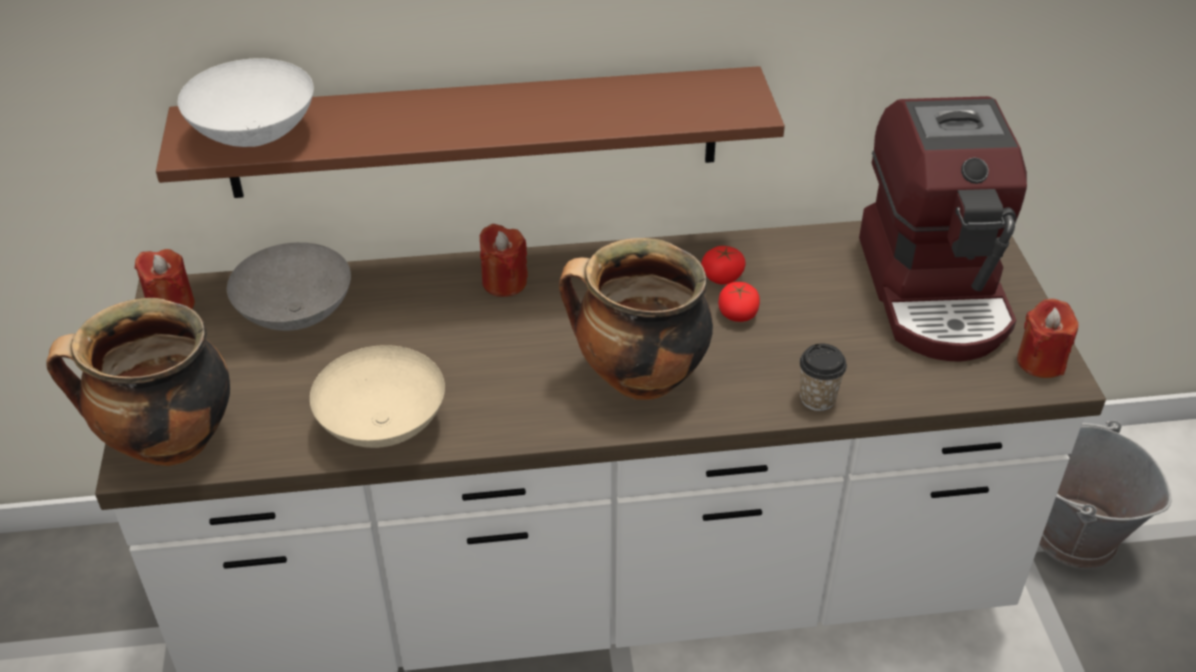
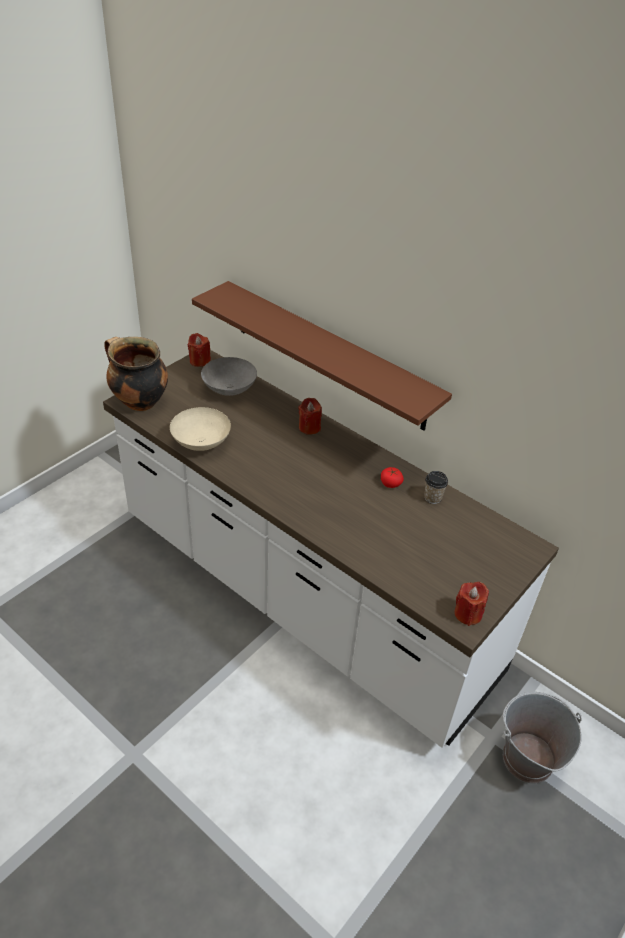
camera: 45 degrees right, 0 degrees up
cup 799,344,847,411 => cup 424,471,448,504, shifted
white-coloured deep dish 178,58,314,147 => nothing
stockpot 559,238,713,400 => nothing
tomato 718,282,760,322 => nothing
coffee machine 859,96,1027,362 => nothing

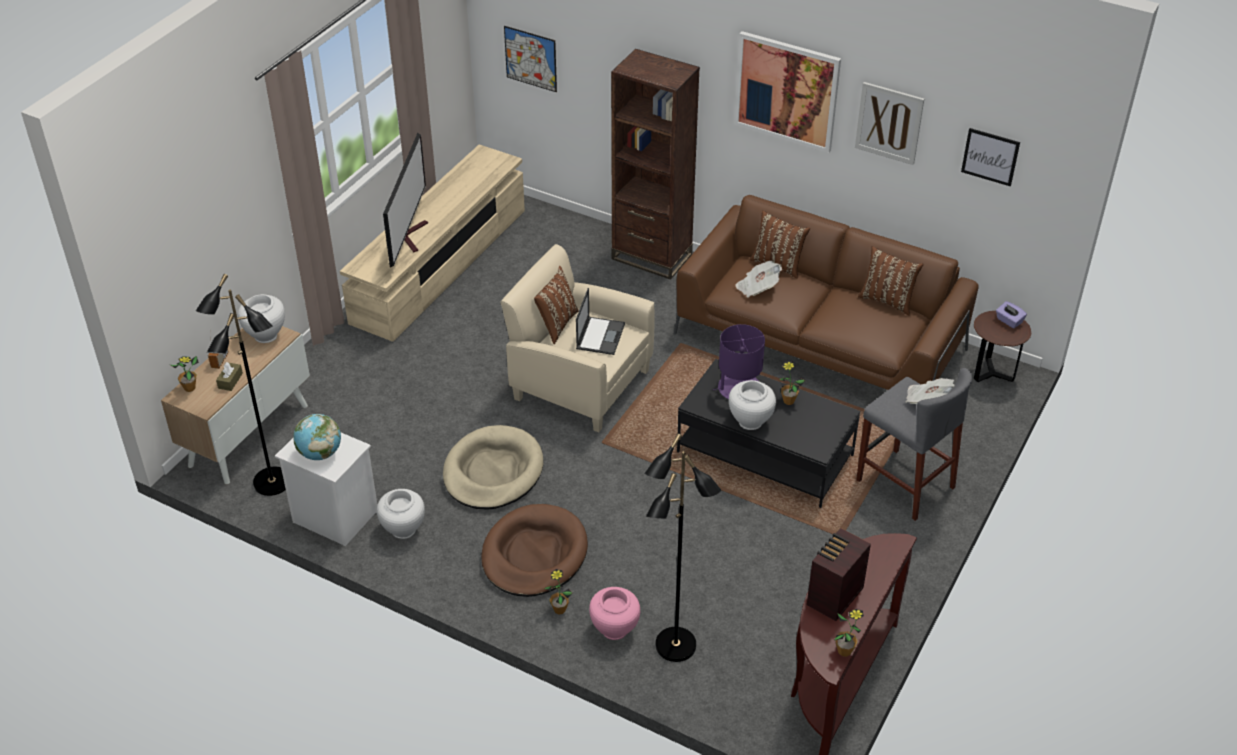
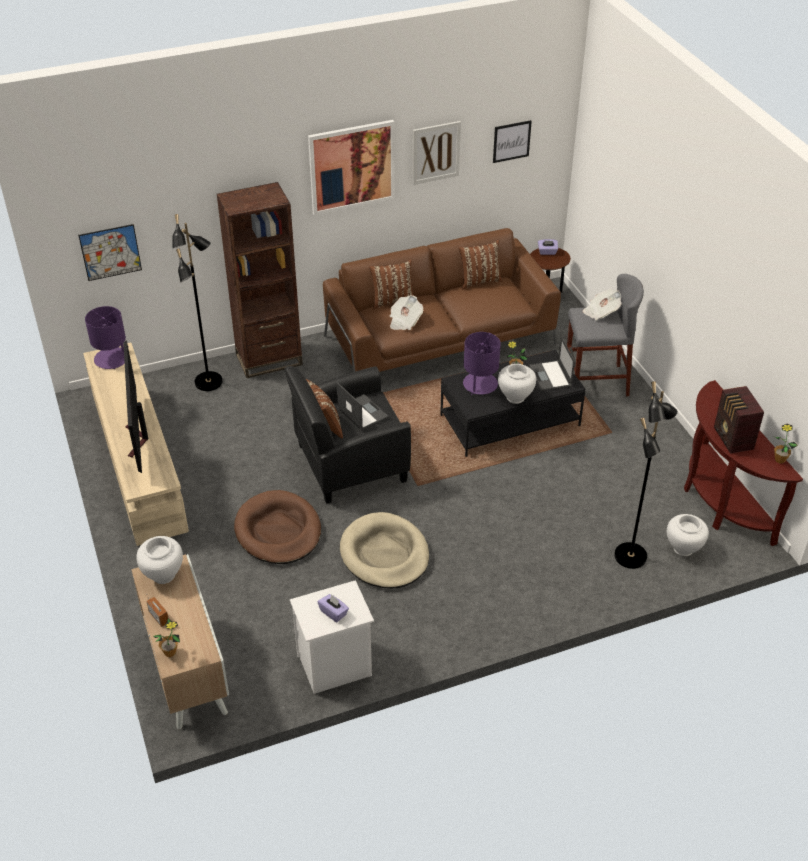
camera: 50 degrees left, 0 degrees up
nothing => purple-coloured tabletop lamp 85,306,129,369
TV 383,133,428,268 => TV 123,340,148,473, 150 degrees counterclockwise
blackish standing lamp 196,274,286,496 => blackish standing lamp 172,214,223,391, shifted
brown dog bed 481,504,588,597 => brown dog bed 234,490,321,564, shifted
beige-coloured lounge chair 500,244,655,432 => blackish lounge chair 284,366,411,504
globe 293,414,341,460 => purple-coloured tissue box 318,594,349,622
nothing => notebook computer 529,336,575,391
white-coloured vase 377,489,425,539 => white-coloured vase 667,514,709,556, shifted
brown tissue box 216,362,243,391 => nothing
potted plant 544,569,573,615 => nothing
pinkish vase 589,587,640,640 => nothing

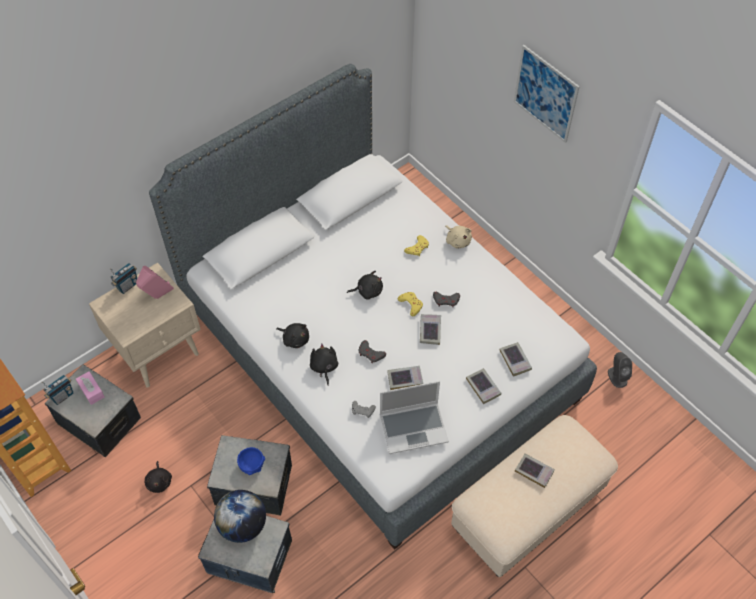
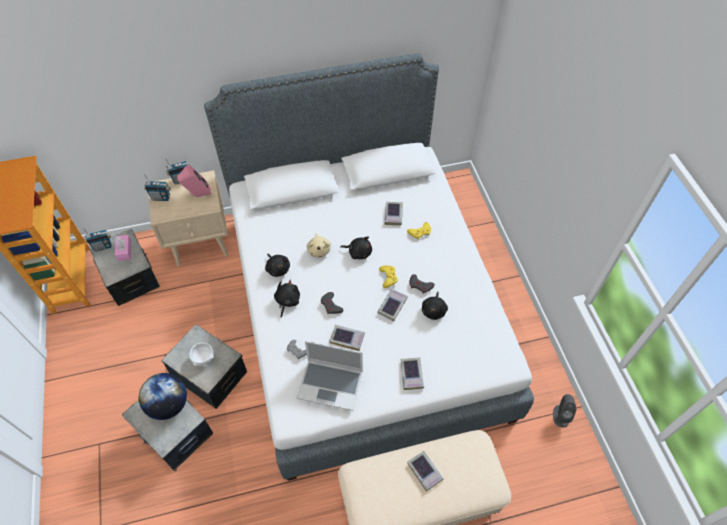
camera: 25 degrees right, 0 degrees up
nothing => radio 143,174,171,201
blue deep dish 237,447,265,475 => white-coloured deep dish 189,343,214,366
beige-coloured soft toy 445,225,472,249 => beige-coloured soft toy 306,233,331,257, shifted
volume 500,342,532,377 => volume 384,202,403,225, shifted
blackish soft toy 144,461,172,493 => blackish soft toy 422,292,448,320, shifted
wall picture 514,45,580,143 => nothing

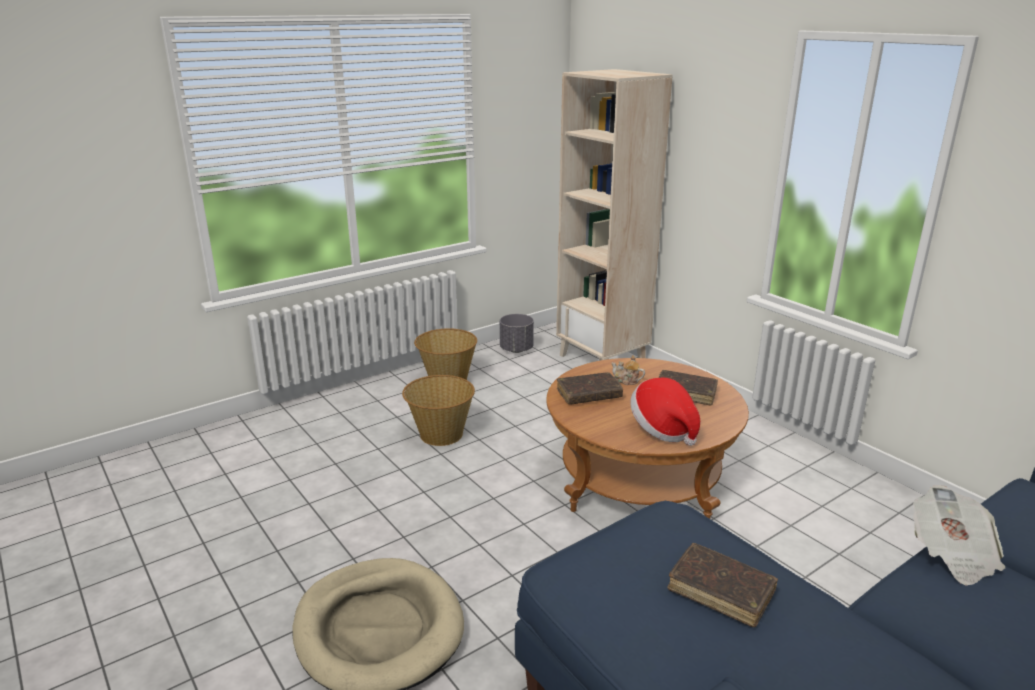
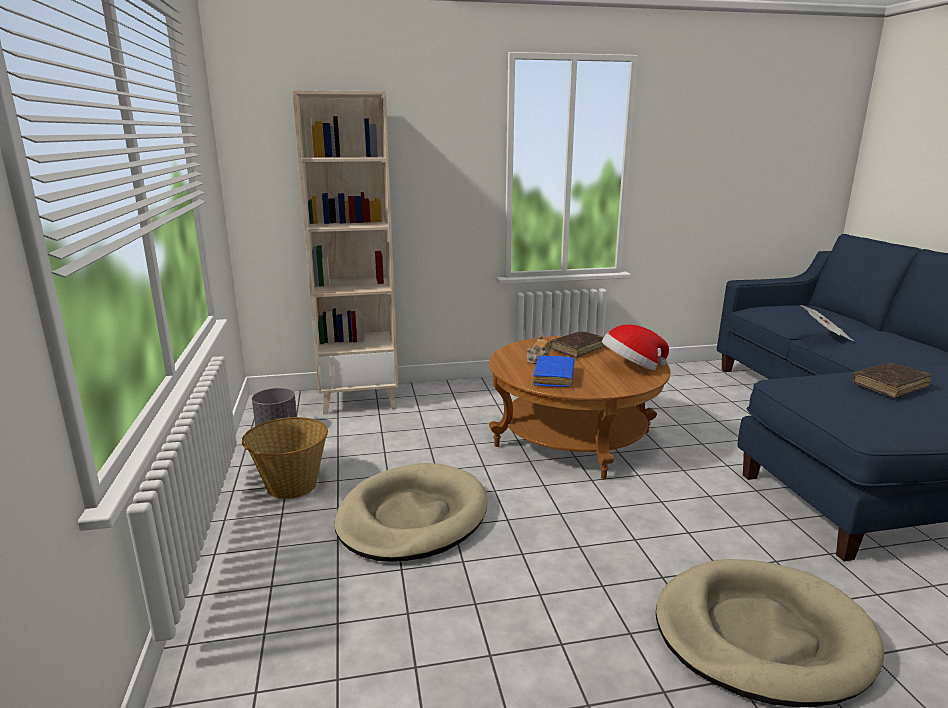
camera: 65 degrees left, 5 degrees down
basket 402,375,475,446 => beige-coloured dog bed 334,463,487,562
brown volume 557,372,623,404 => blue volume 533,356,574,387

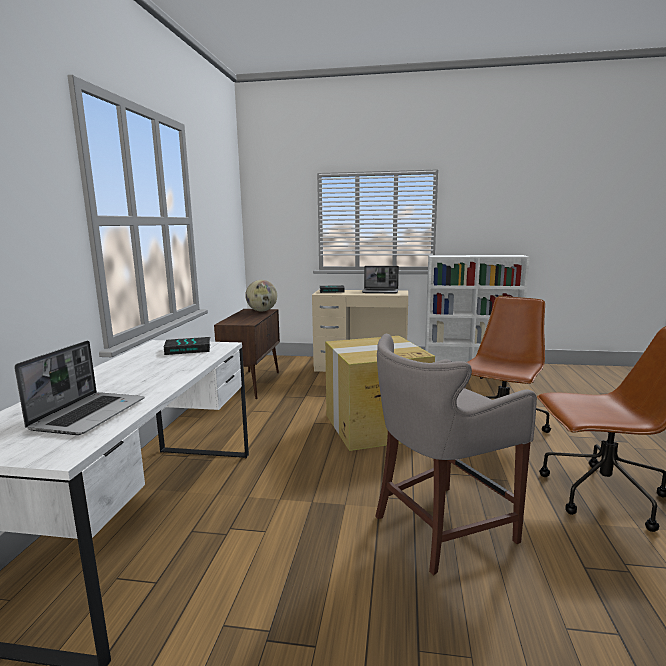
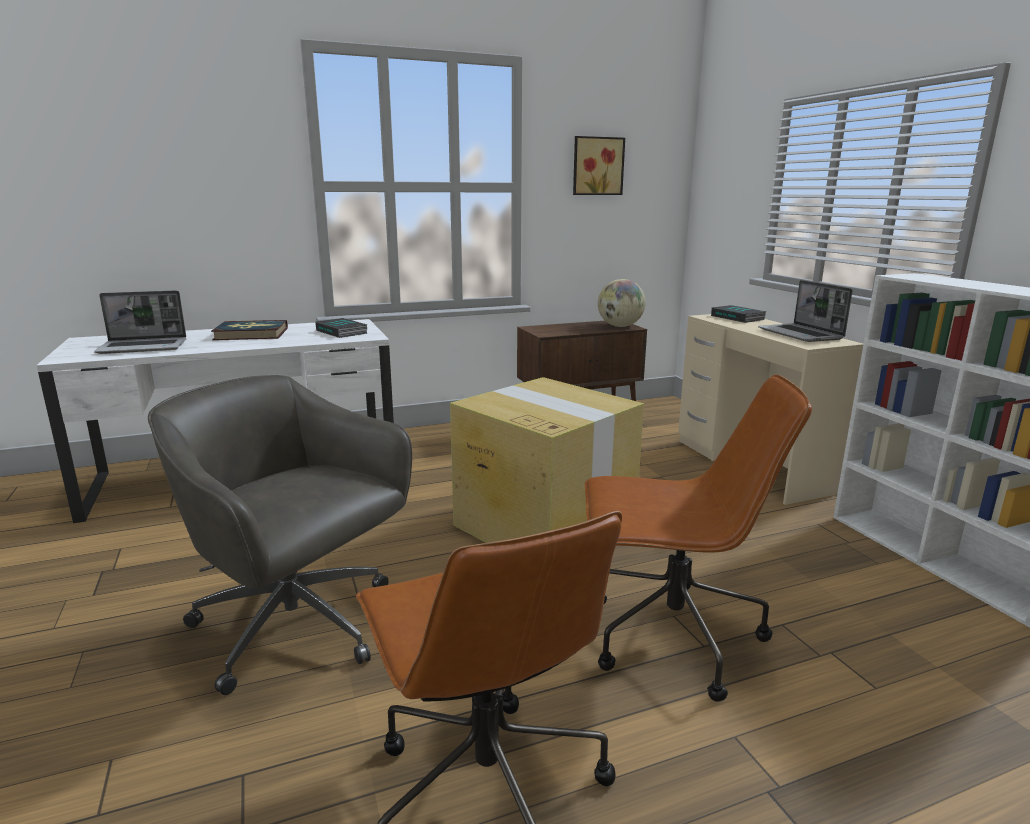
camera: 60 degrees right, 5 degrees up
grey stool seat 376,334,537,575 => grey desk chair 148,375,412,695
nothing => volume 211,320,288,340
nothing => wall picture 573,136,625,195

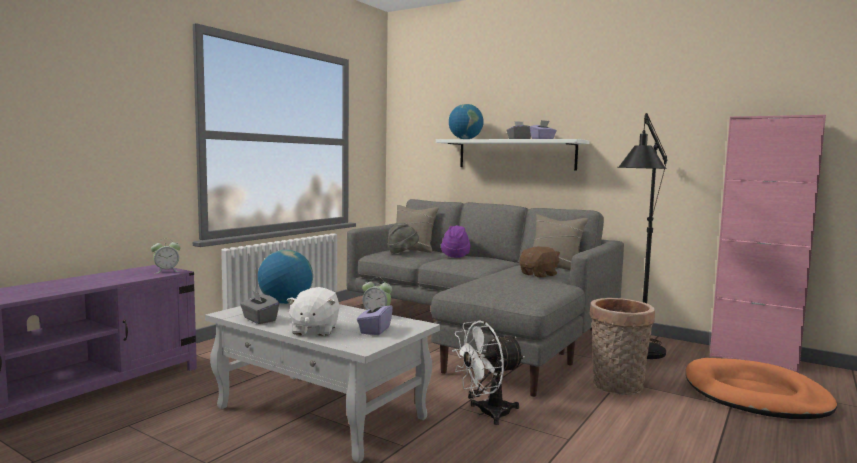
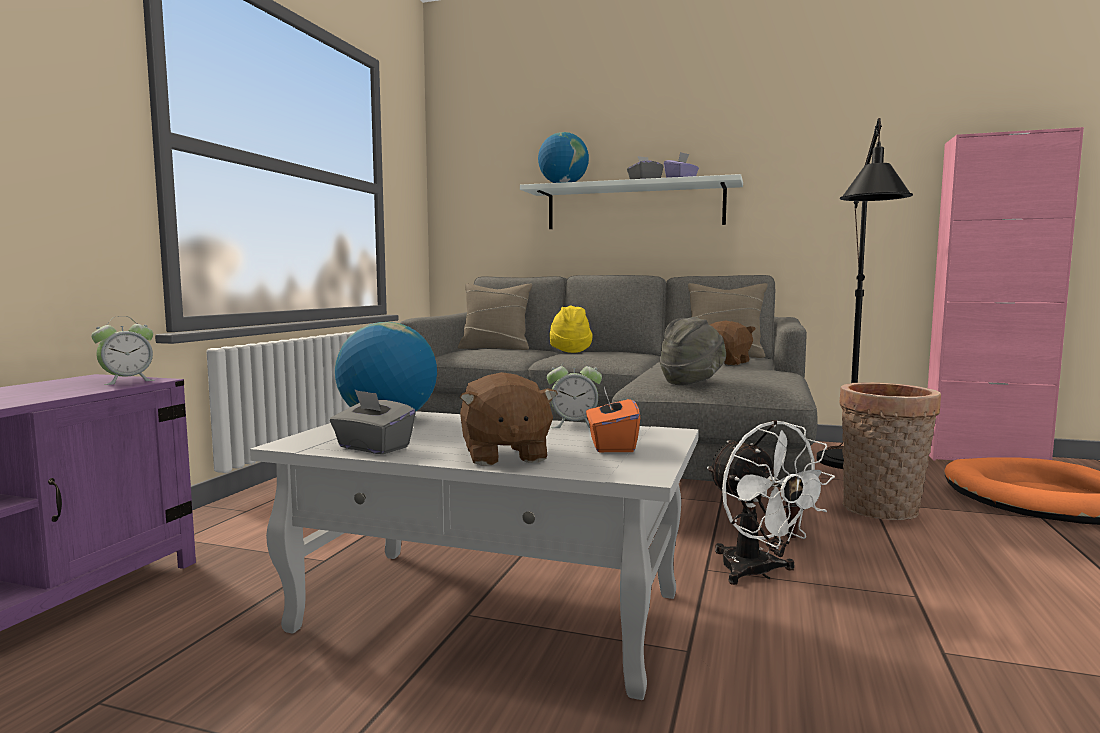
camera: 15 degrees left, 0 degrees up
white-coloured soft toy 286,287,340,336 => brown soft toy 460,372,558,466
purple-coloured wearable hat 441,225,470,258 => yellow wearable hat 549,305,592,353
purple-coloured tissue box 357,298,393,335 => orange-coloured tissue box 586,387,640,452
grey wearable hat 387,223,419,254 => grey wearable hat 660,317,726,385, shifted
white-coloured cooling fan 452,320,525,425 => white-coloured cooling fan 707,420,835,585, 75 degrees counterclockwise

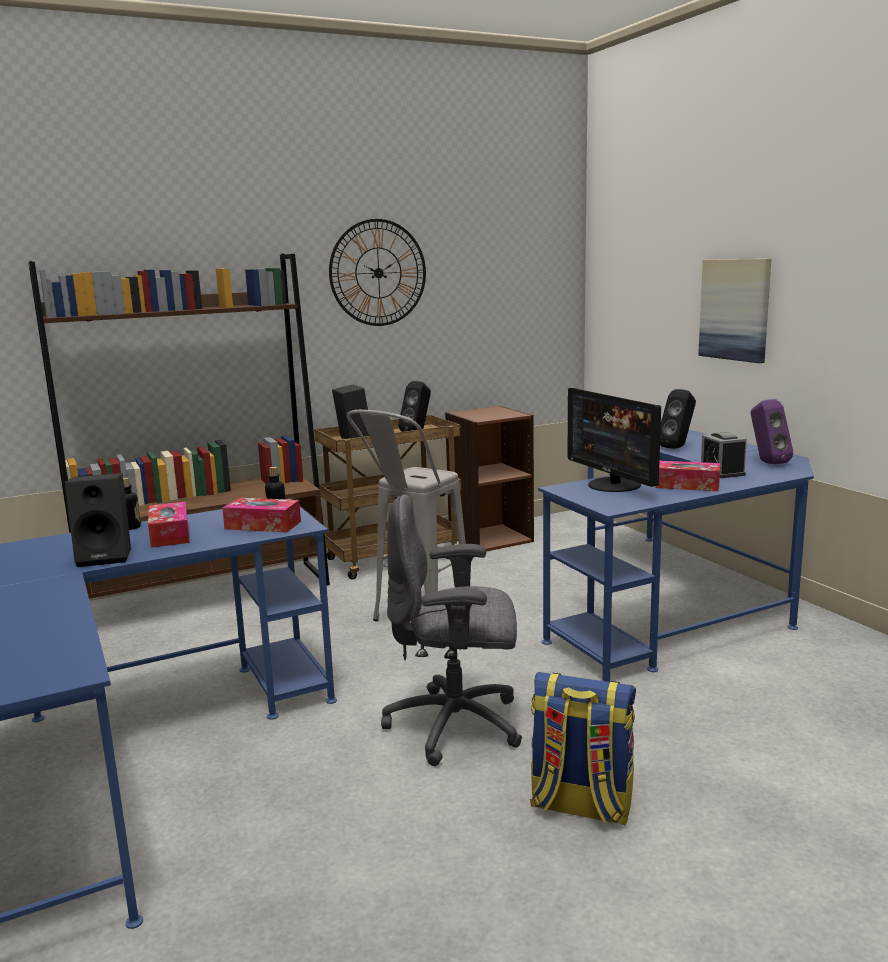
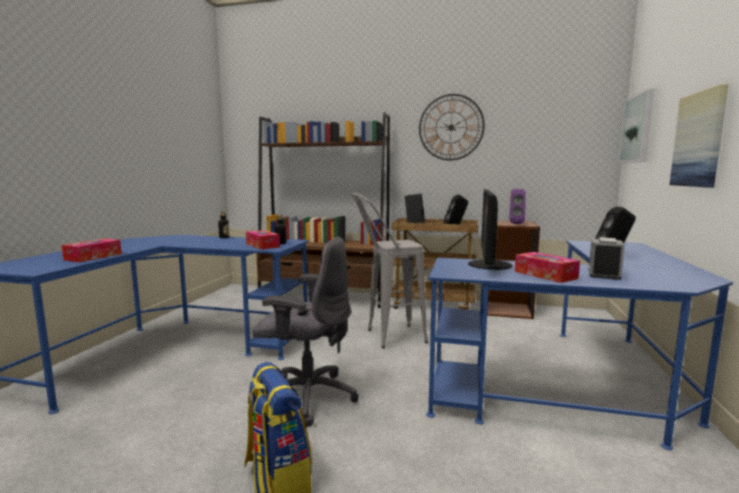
camera: 40 degrees right, 5 degrees down
tissue box 148,502,190,548 => tissue box 61,239,122,262, shifted
grey desk chair 381,495,522,766 => grey desk chair 253,237,359,427, 150 degrees clockwise
purple-coloured loudspeaker 751,399,793,464 => purple-coloured loudspeaker 509,189,526,224, shifted
nothing => wall picture 618,89,654,163
blackish loudspeaker 65,473,131,567 => nothing

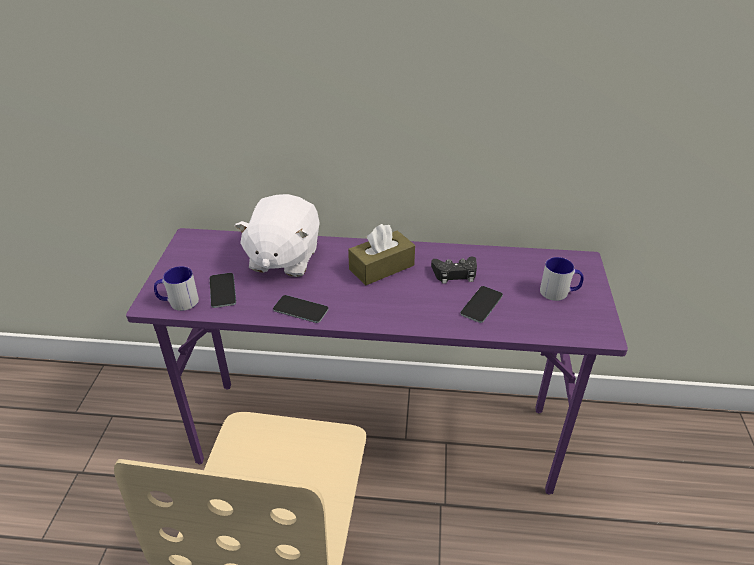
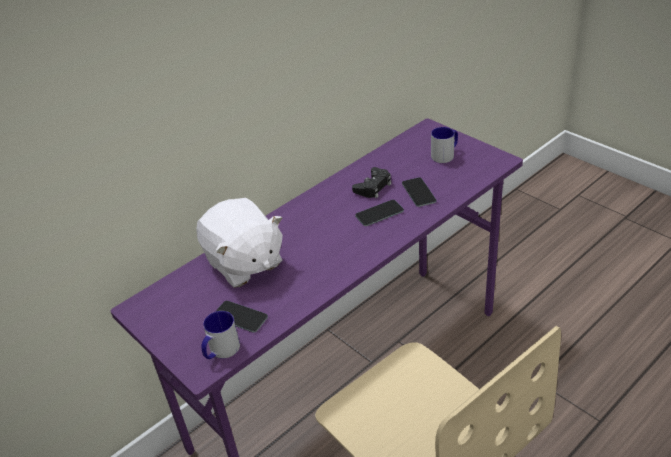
camera: 45 degrees left, 0 degrees up
telephone 273,295,329,323 => telephone 355,200,404,226, shifted
brown tissue box 348,224,415,285 => nothing

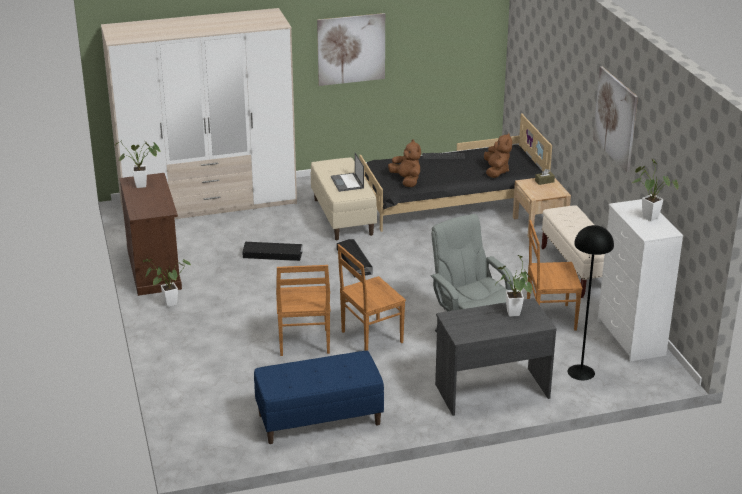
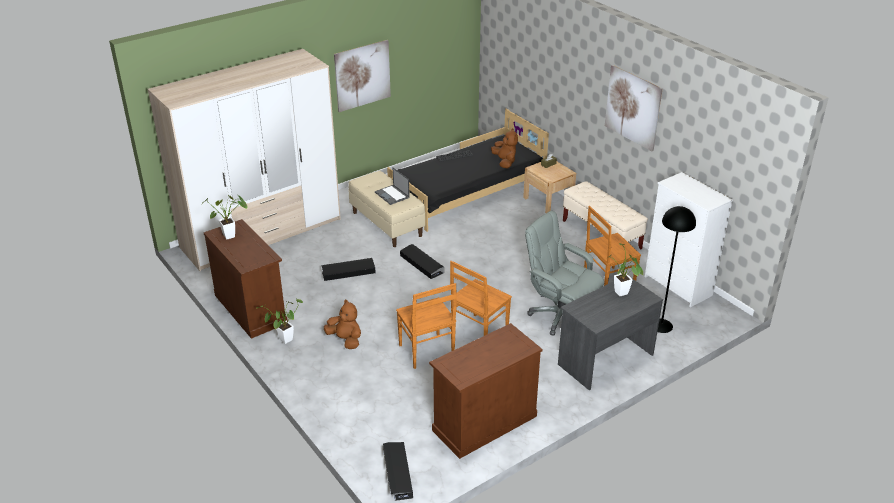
camera: 20 degrees left, 5 degrees up
brown soft toy 388,139,421,187 => brown soft toy 324,300,361,349, shifted
nothing => blackish storage bin 383,442,413,501
blue bench 254,351,384,444 => brown storage cabinet 429,323,543,459
potted plant 632,159,678,221 => nothing

